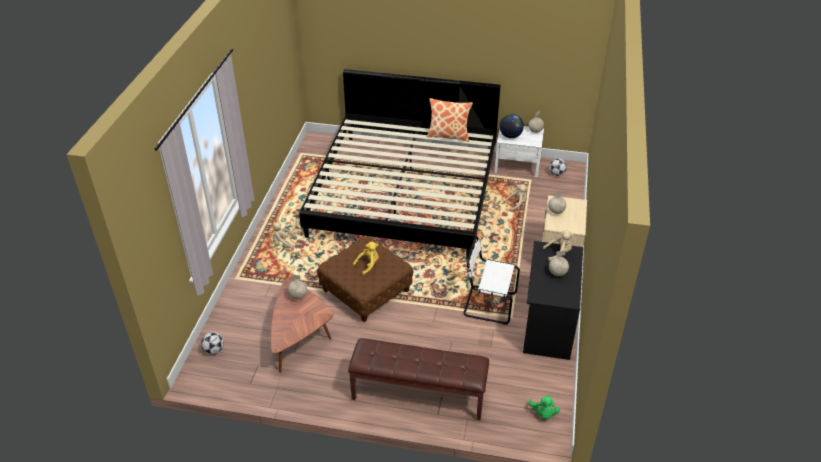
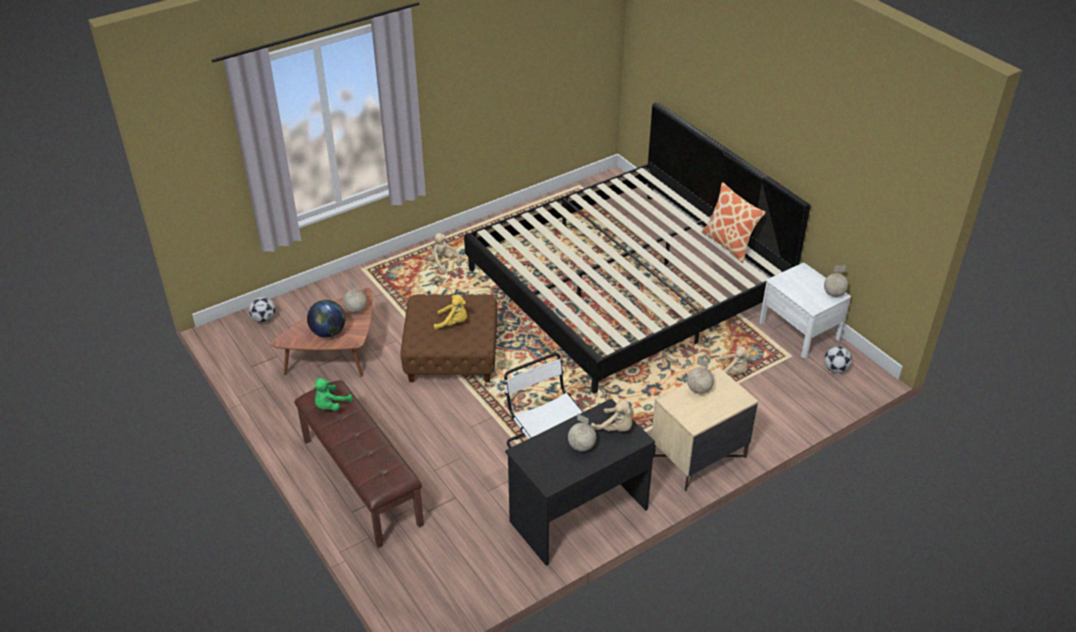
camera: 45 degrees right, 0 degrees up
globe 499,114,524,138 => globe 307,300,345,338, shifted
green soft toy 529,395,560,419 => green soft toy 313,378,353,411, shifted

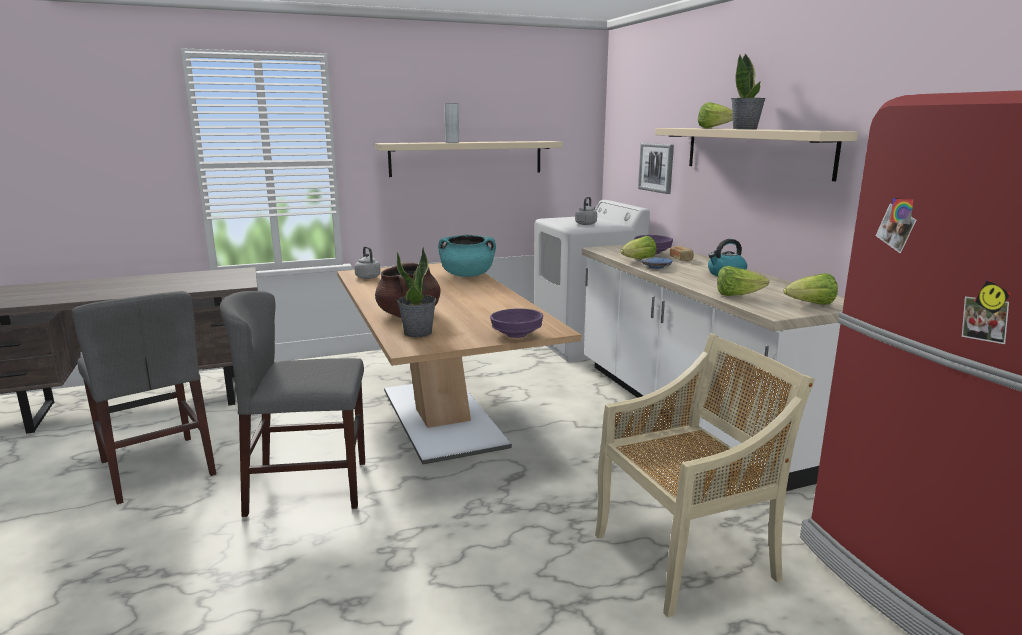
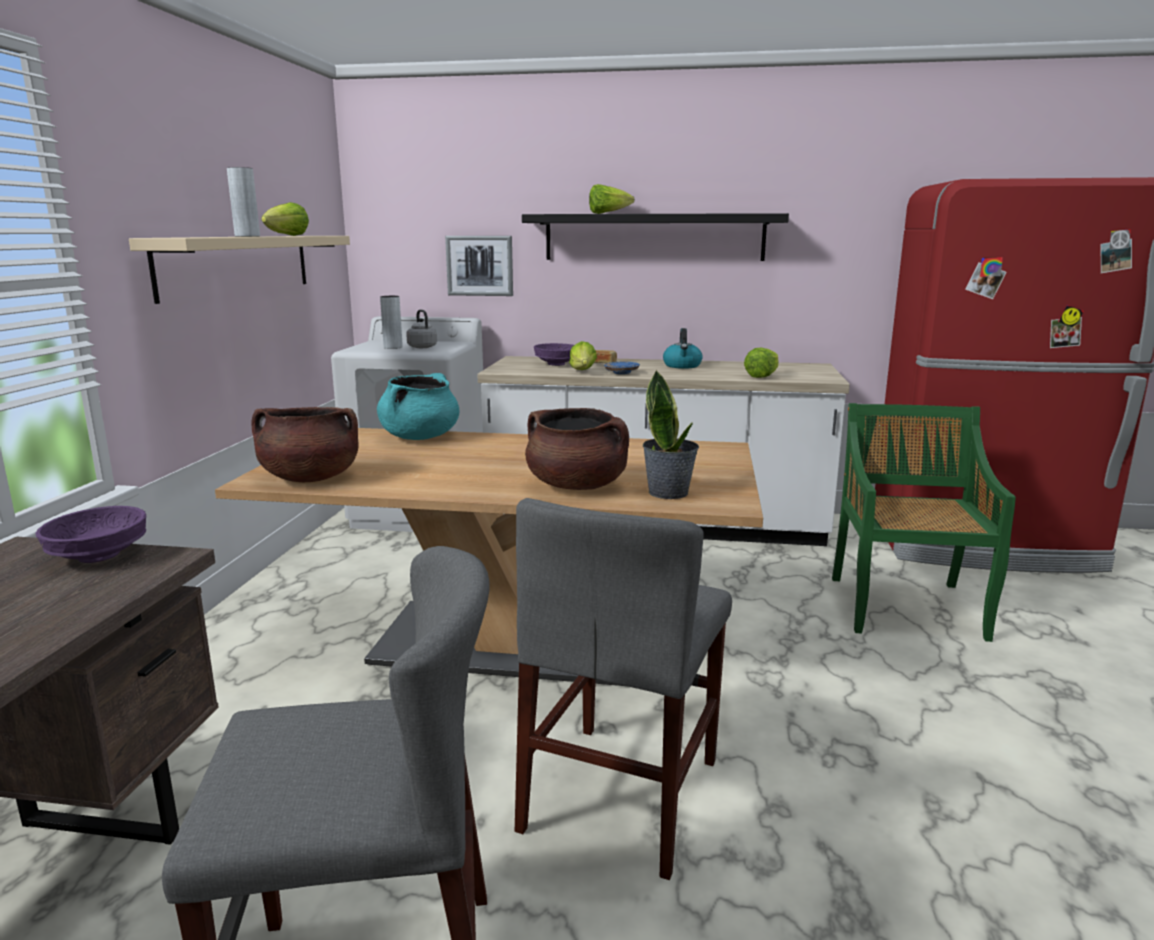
camera: 60 degrees left, 0 degrees up
purple-coloured deep dish 490,308,543,338 => purple-coloured deep dish 35,506,146,563, shifted
grey tea kettle 354,246,381,279 => brown stockpot 251,407,359,482
lettuce 783,273,838,305 => lettuce 261,202,309,236, shifted
nothing => grey vase 380,296,403,349
beige-coloured shelf 655,128,858,181 => blackish shelf 522,213,789,261
beige-coloured plain chair 595,333,815,618 => green plain chair 832,403,1016,642
potted plant 731,53,766,129 => nothing

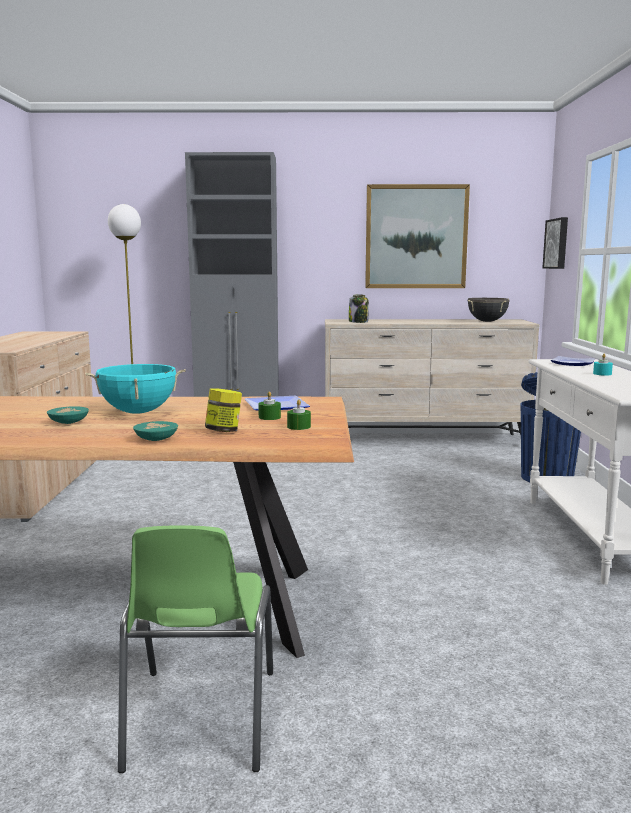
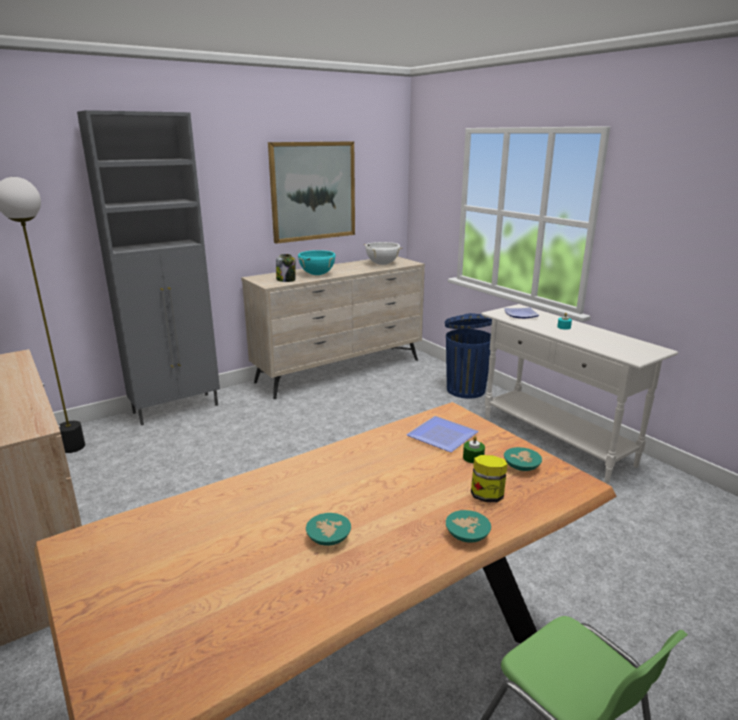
camera: 35 degrees left, 10 degrees up
turquoise stockpot 85,364,186,414 => turquoise stockpot 298,250,336,275, shifted
blackish stockpot 468,298,510,322 => white-coloured stockpot 364,242,402,265
green candle 287,399,311,430 => turquoise deep dish 504,447,542,471
wall picture 542,217,568,269 => nothing

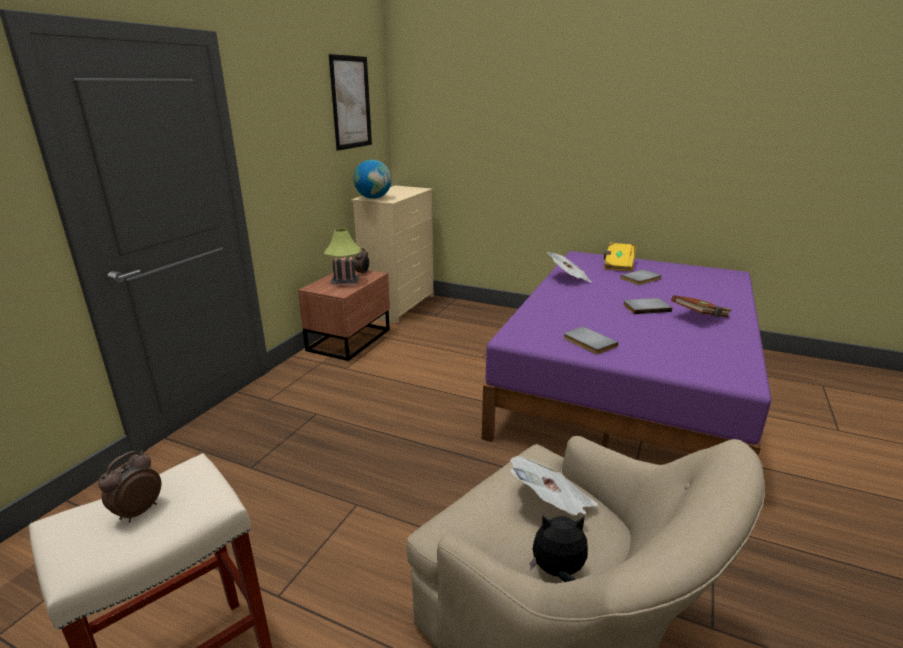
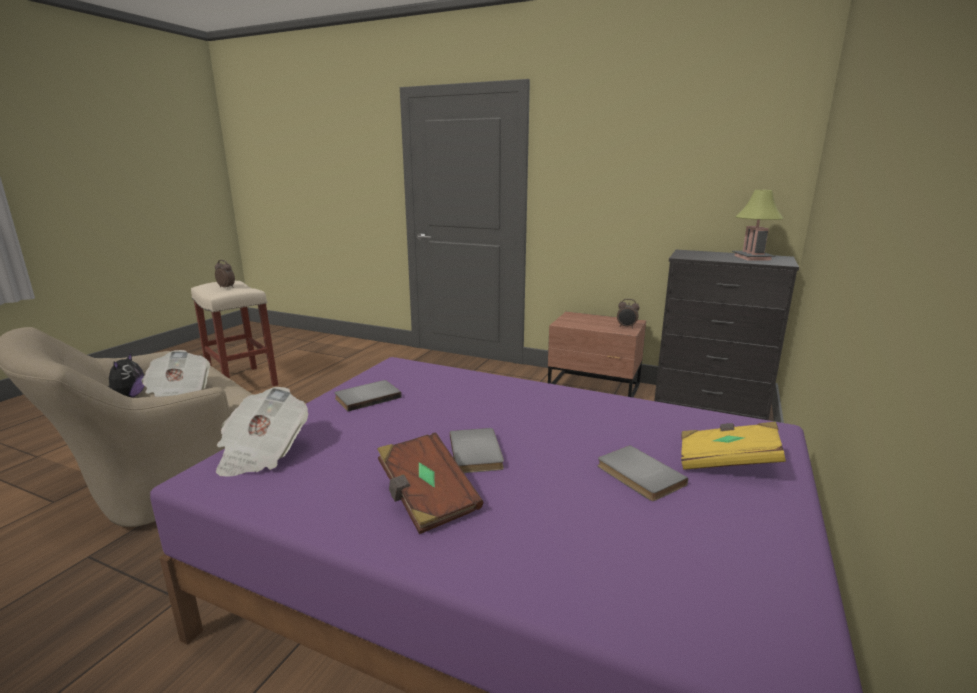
camera: 90 degrees right, 5 degrees down
daily paper 547,252,591,282 => daily paper 216,387,308,477, shifted
beige-coloured drawer chest 351,186,433,323 => blackish drawer chest 654,250,799,420
tabletop lamp 324,228,361,286 => tabletop lamp 732,190,783,261, shifted
wall picture 329,54,372,151 => nothing
globe 353,160,392,199 => nothing

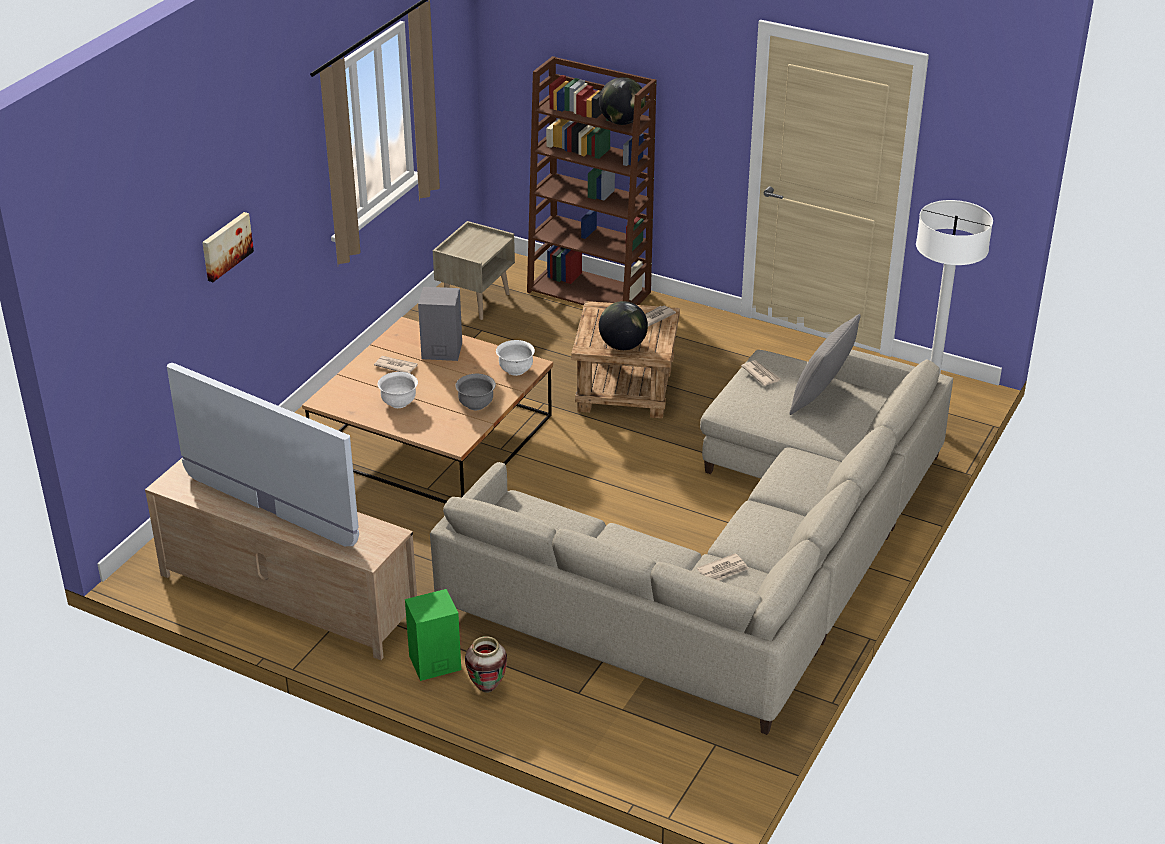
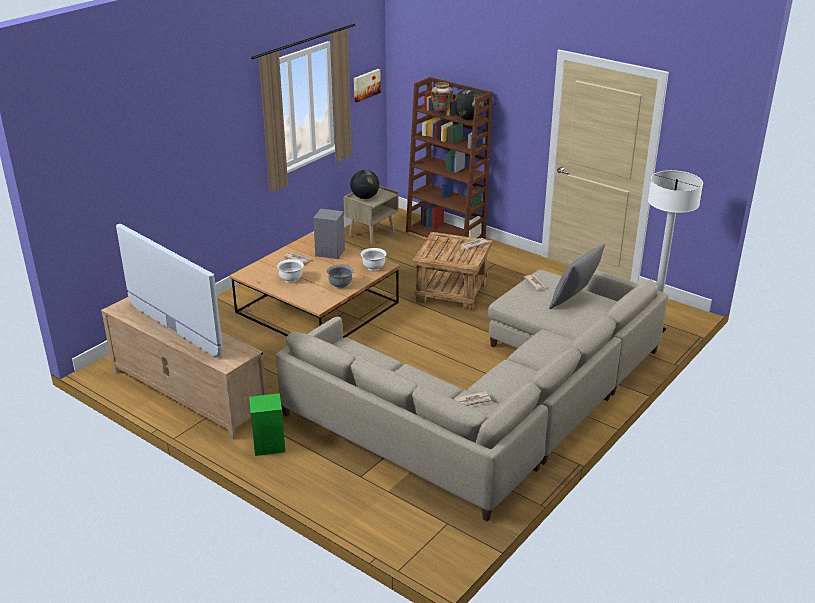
camera: 10 degrees right, 5 degrees down
globe 599,301,648,350 => globe 350,170,379,199, shifted
wall picture 202,212,254,282 => wall picture 354,69,381,102, shifted
vase 465,636,507,693 => vase 431,82,453,115, shifted

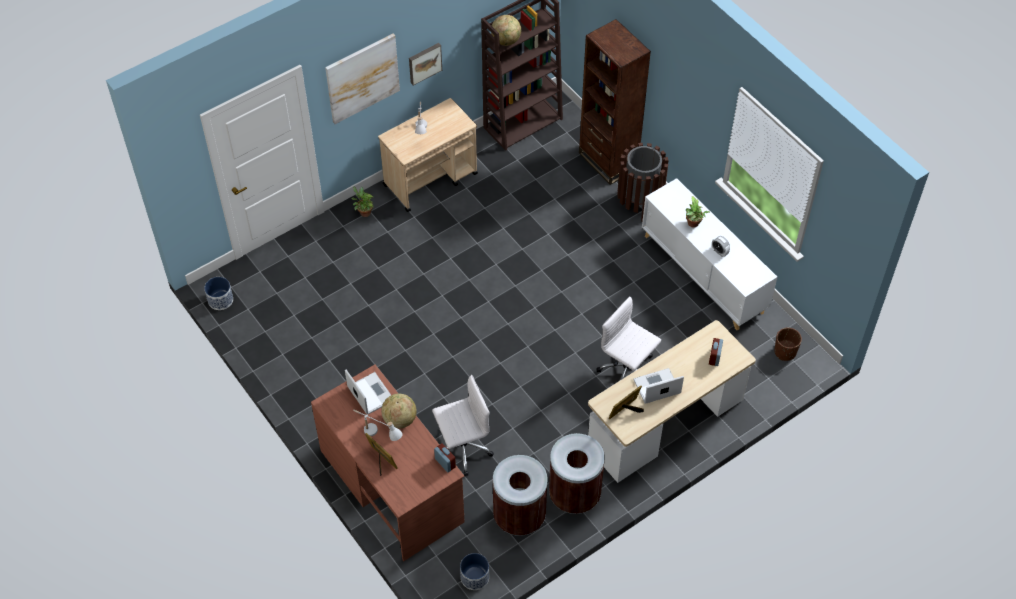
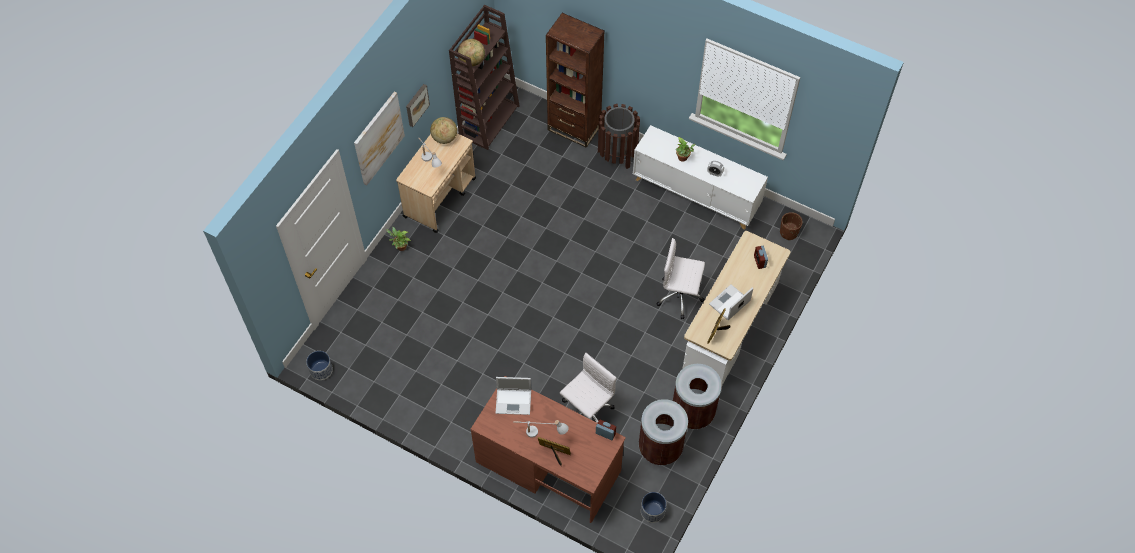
camera: 25 degrees left, 5 degrees up
globe 381,394,417,429 => globe 430,117,457,144, shifted
notebook computer 345,370,391,414 => notebook computer 496,377,531,415, 150 degrees clockwise

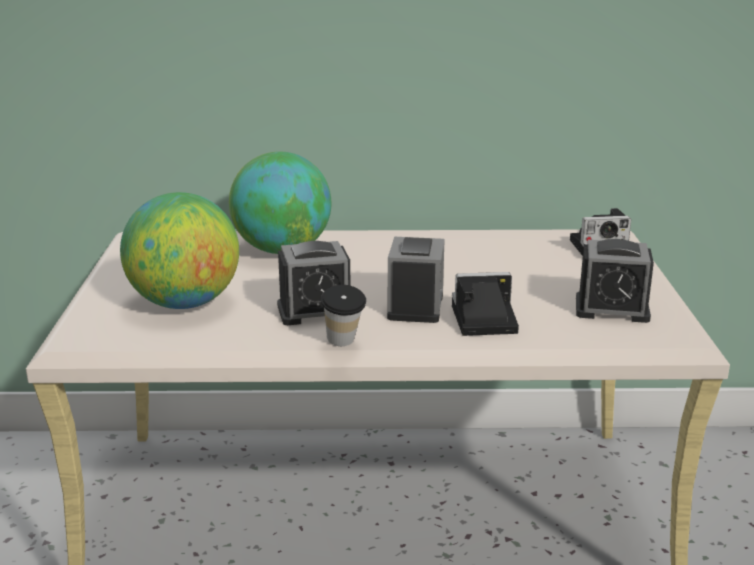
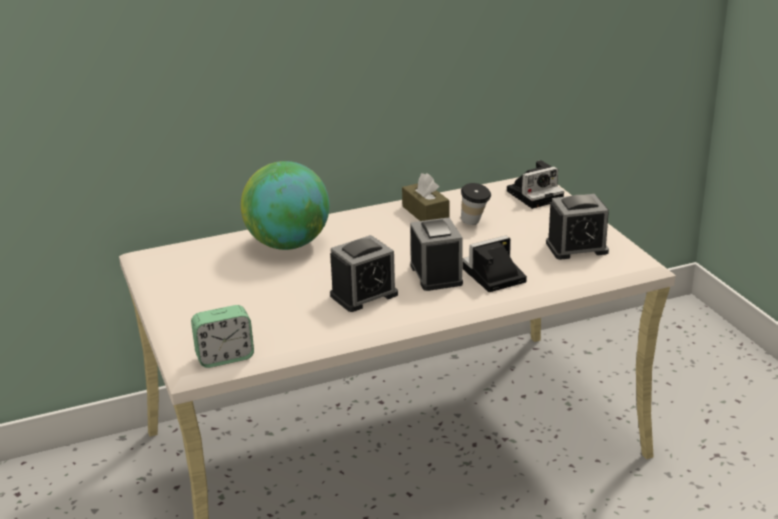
camera: 20 degrees left, 5 degrees up
nothing => table clock 191,305,254,368
nothing => brown tissue box 402,173,449,221
cup 321,285,366,346 => cup 461,183,491,225, shifted
globe 120,192,239,309 => nothing

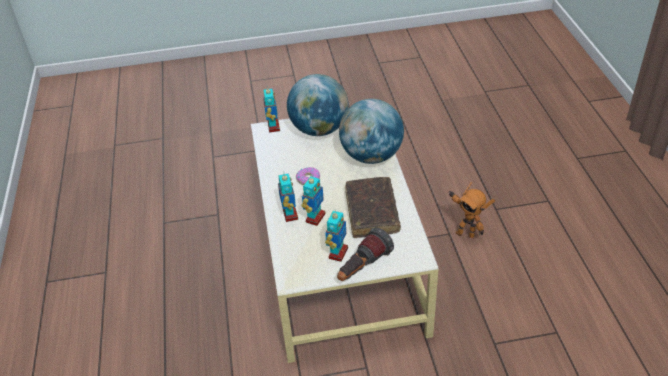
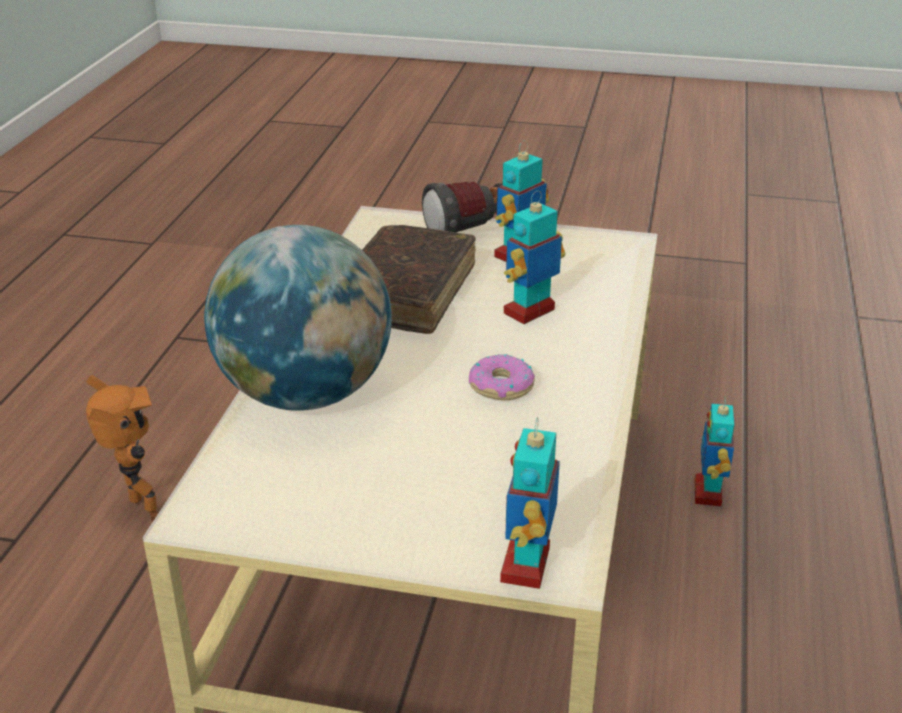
camera: 160 degrees left, 10 degrees down
robot figure 278,174,298,222 => robot figure 695,396,734,506, shifted
globe 287,74,349,136 => nothing

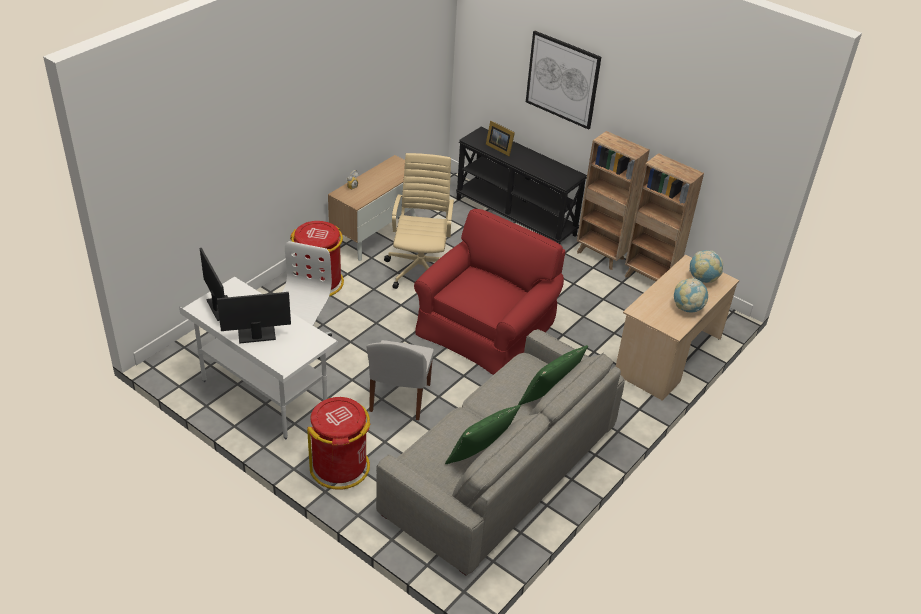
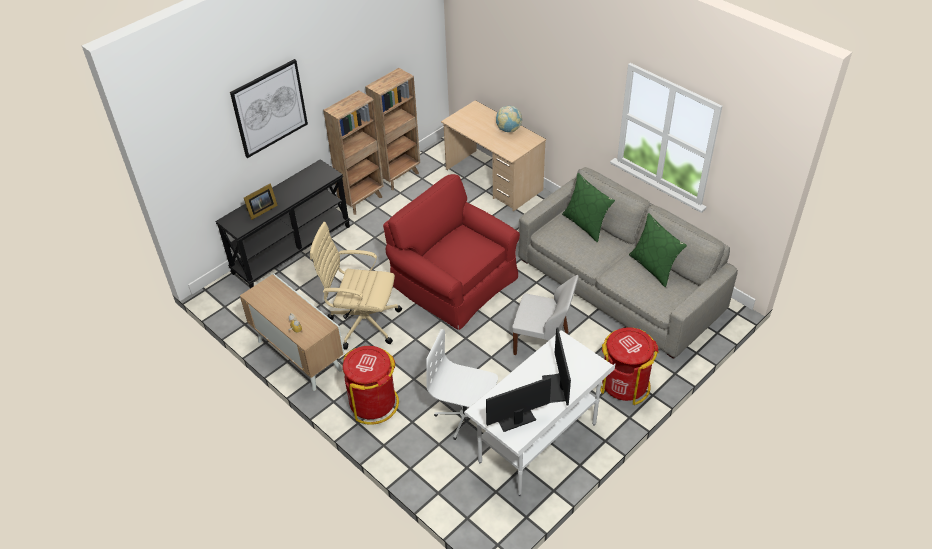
camera: 80 degrees left, 5 degrees up
globe 689,250,723,283 => nothing

